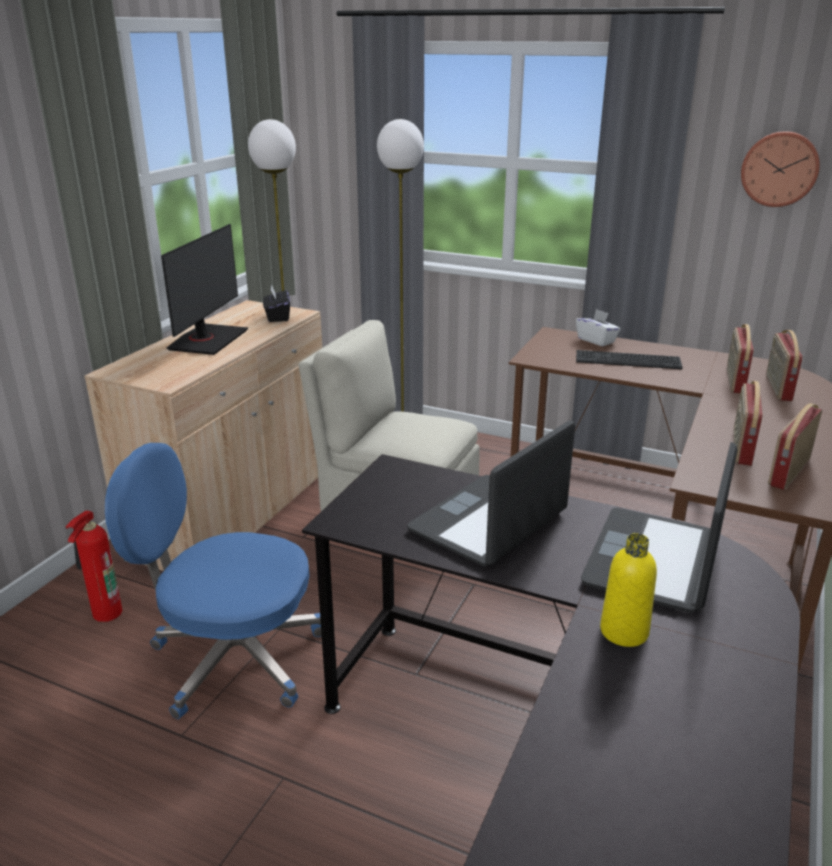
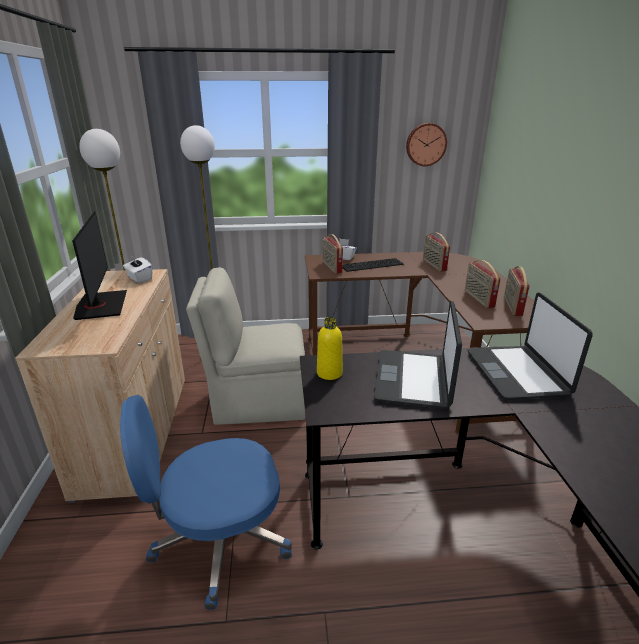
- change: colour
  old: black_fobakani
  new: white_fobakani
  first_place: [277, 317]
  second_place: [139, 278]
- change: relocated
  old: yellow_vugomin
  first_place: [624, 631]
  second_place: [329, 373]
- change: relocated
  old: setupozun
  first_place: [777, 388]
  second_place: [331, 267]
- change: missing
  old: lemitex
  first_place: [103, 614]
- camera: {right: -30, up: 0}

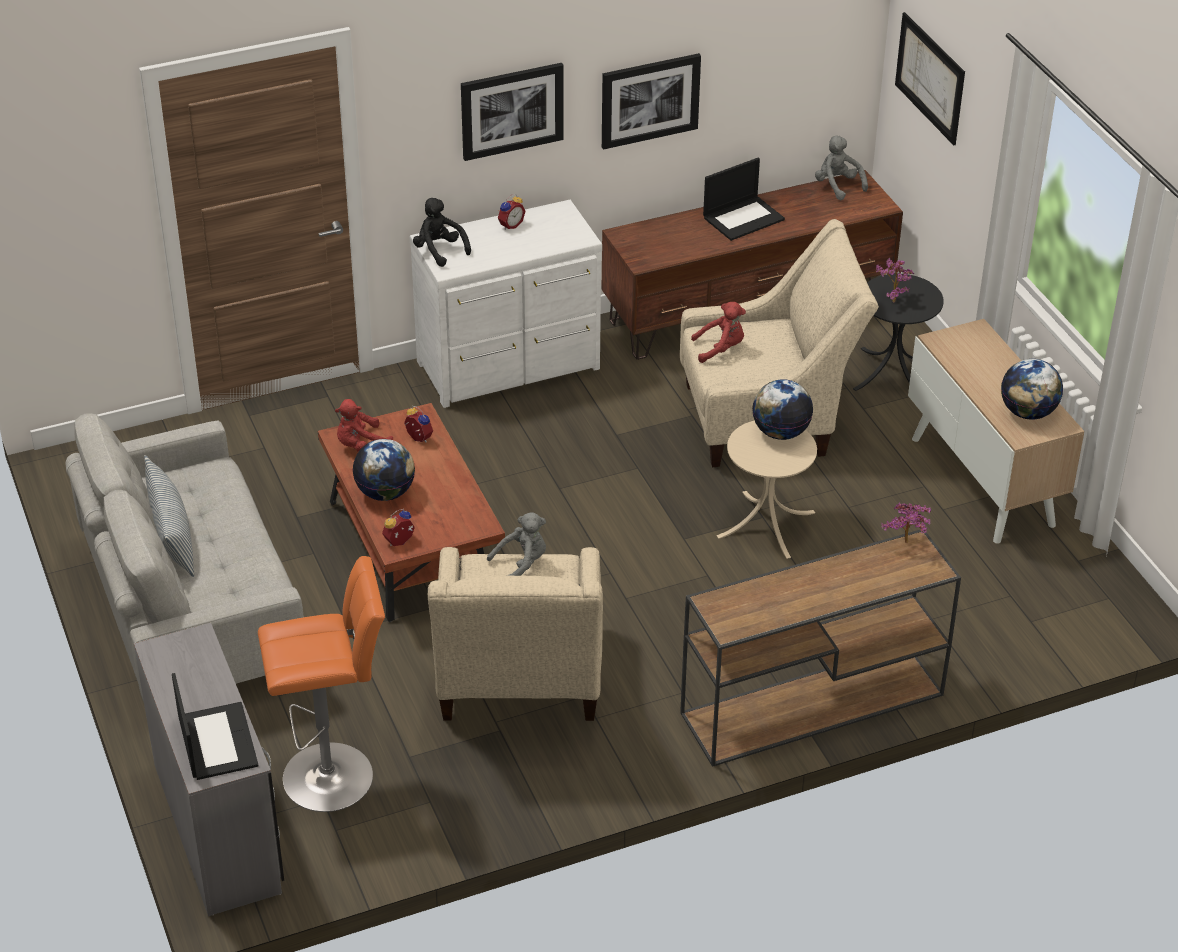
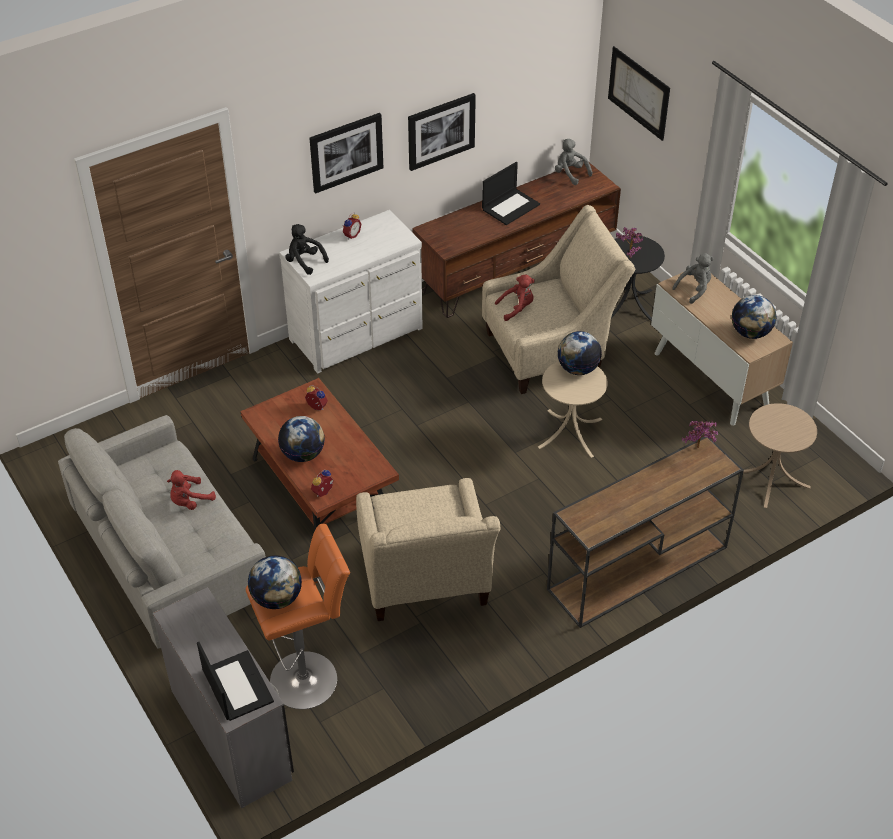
- change: relocated
  old: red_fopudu
  first_place: [361, 445]
  second_place: [190, 501]
- change: appeared
  new: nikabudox
  second_place: [277, 598]
- change: relocated
  old: grey_fopudu
  first_place: [521, 564]
  second_place: [694, 289]
- change: appeared
  new: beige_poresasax
  second_place: [770, 479]
- change: missing
  old: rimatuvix
  first_place: [172, 537]
- camera: {right: -10, up: 5}

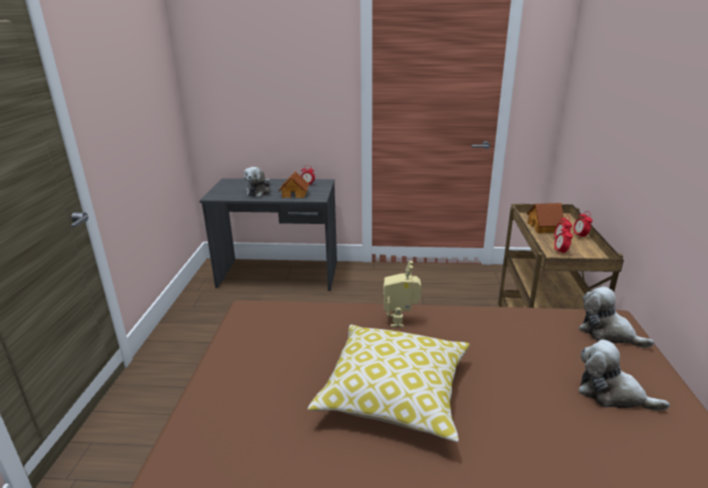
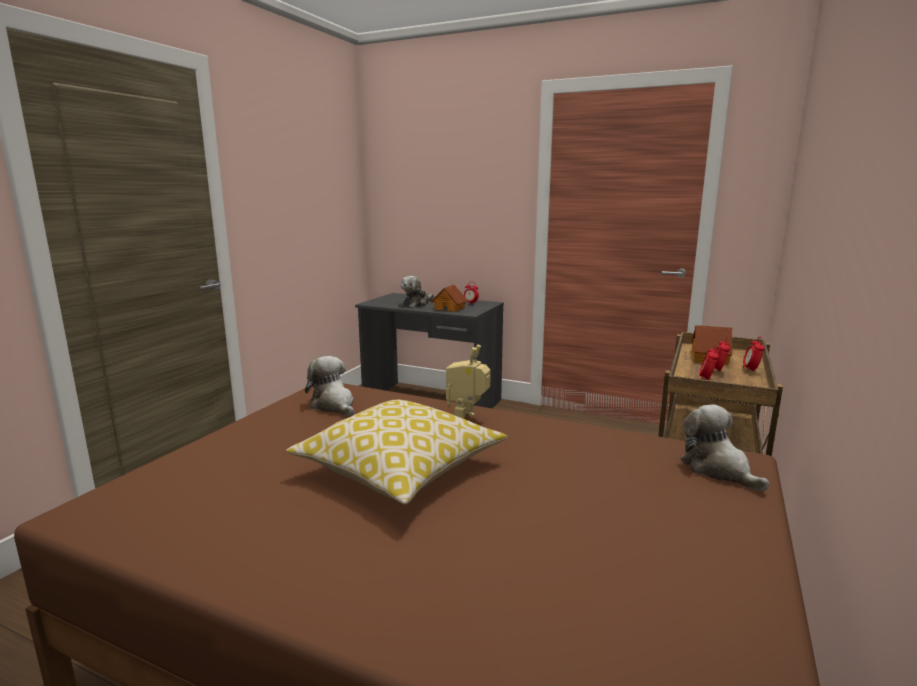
- change: relocated
  old: fopudu
  first_place: [612, 394]
  second_place: [334, 405]
- camera: {right: 20, up: -10}

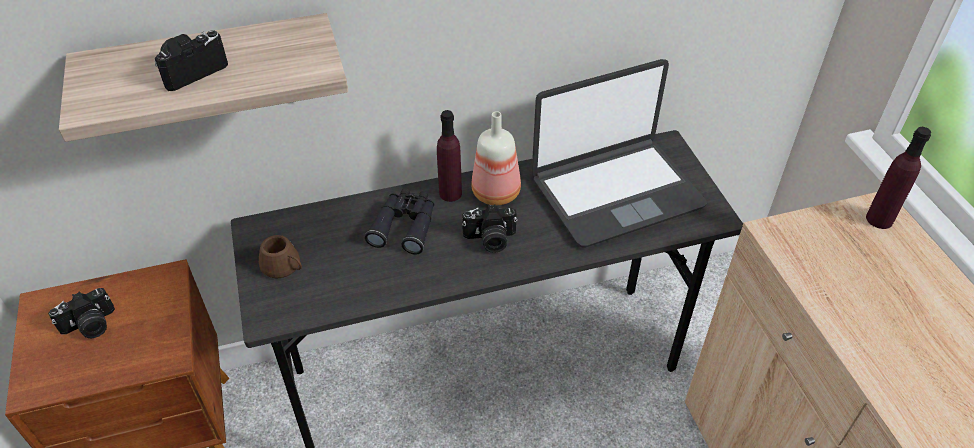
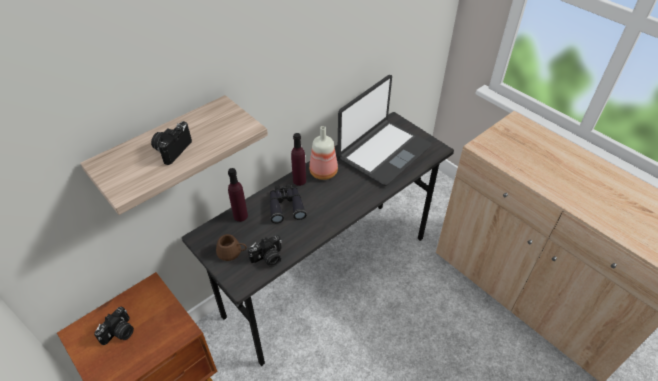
- change: relocated
  old: purple_vugomin
  first_place: [879, 219]
  second_place: [240, 216]
- change: relocated
  old: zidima
  first_place: [490, 240]
  second_place: [268, 258]
- camera: {right: -25, up: 0}

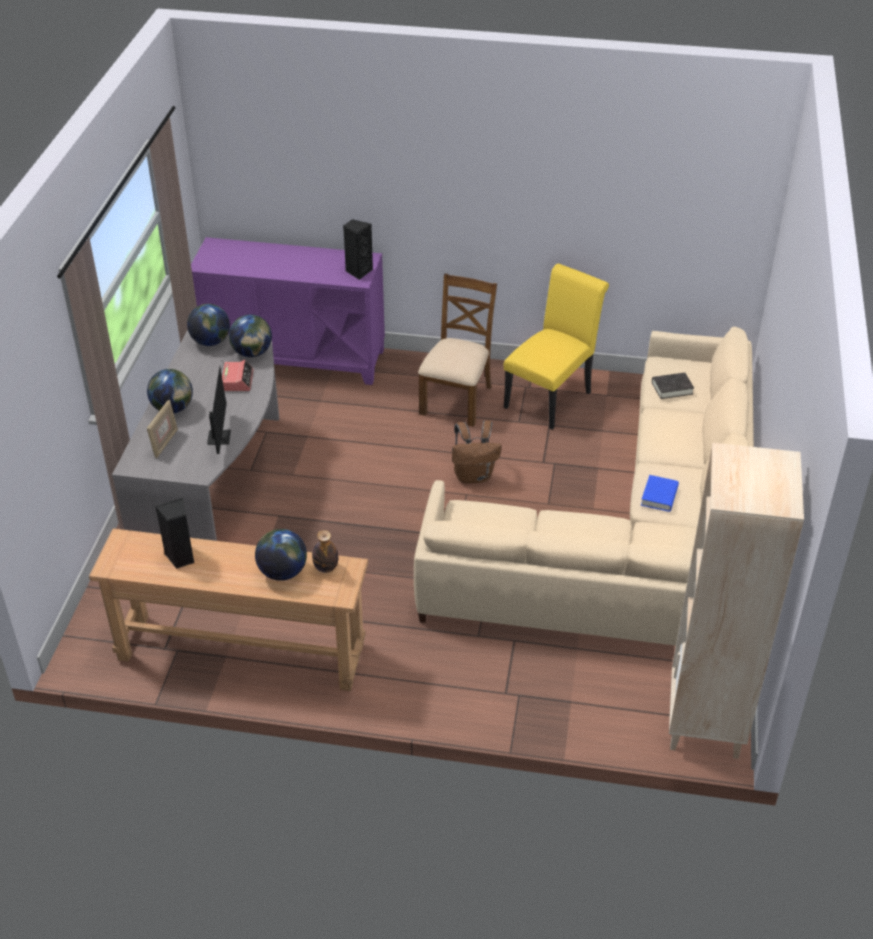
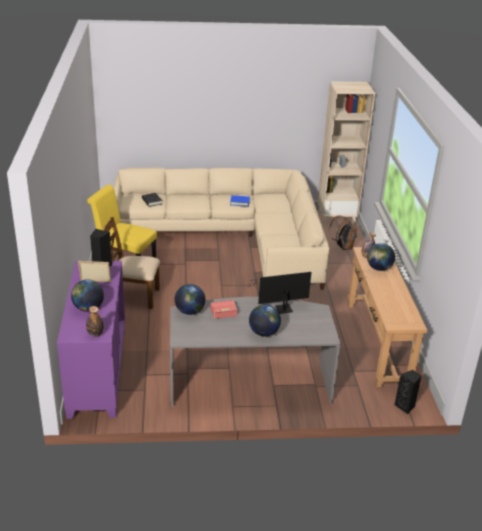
- change: relocated
  old: nikabudox
  first_place: [211, 341]
  second_place: [88, 308]
- change: relocated
  old: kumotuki
  first_place: [165, 443]
  second_place: [95, 282]
- change: appeared
  new: vugomin
  second_place: [95, 334]
- change: relocated
  old: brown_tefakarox
  first_place: [474, 476]
  second_place: [342, 247]
- change: relocated
  old: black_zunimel
  first_place: [181, 557]
  second_place: [405, 406]
- camera: {right: -105, up: -10}

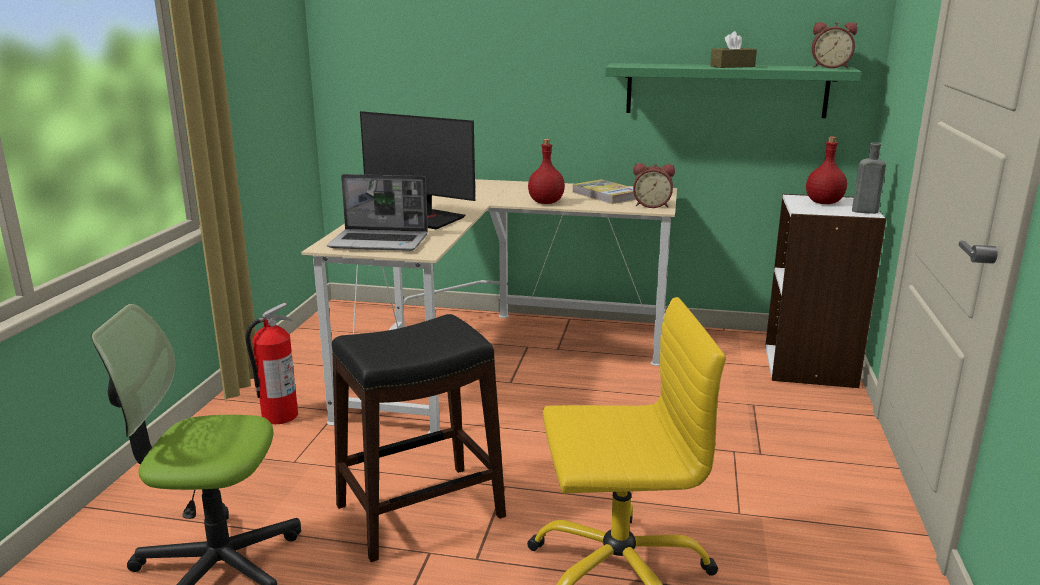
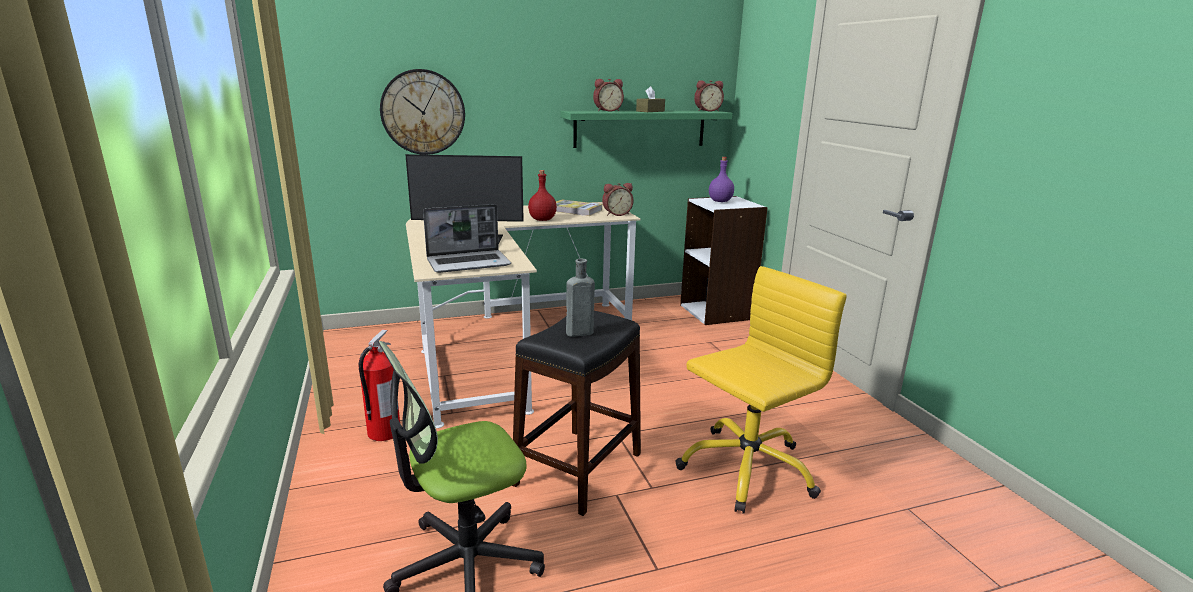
- change: appeared
  new: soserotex
  second_place: [423, 112]
- change: relocated
  old: grey_vugomin
  first_place: [862, 211]
  second_place: [577, 333]
- change: appeared
  new: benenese
  second_place: [607, 111]
- change: colour
  old: red_vugomin
  new: purple_vugomin
  first_place: [823, 203]
  second_place: [720, 201]
- camera: {right: -30, up: 0}

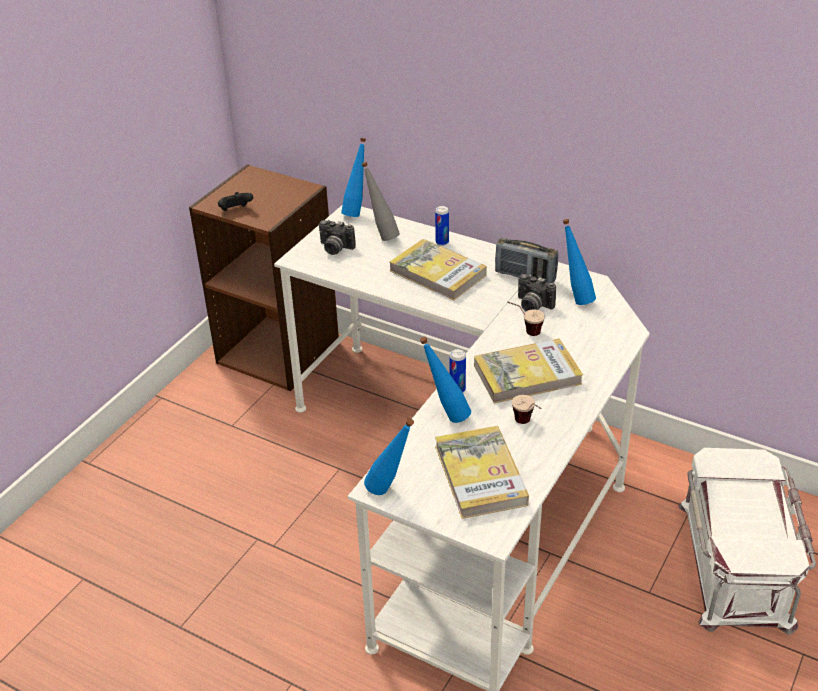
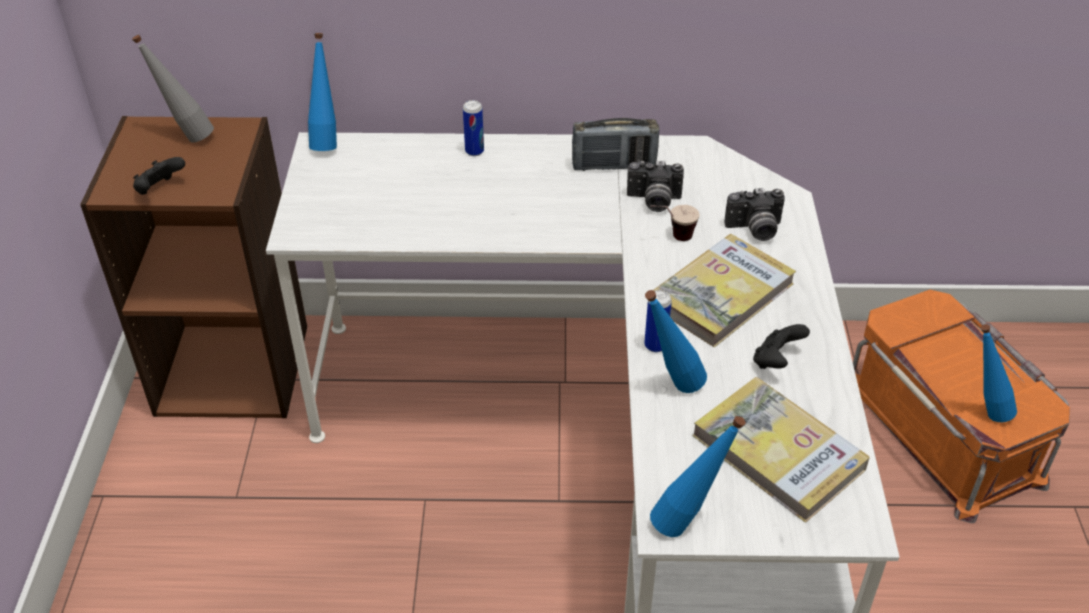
- change: relocated
  old: grey_vugomin
  first_place: [381, 236]
  second_place: [186, 136]
- change: relocated
  old: zidima
  first_place: [335, 248]
  second_place: [754, 230]
- change: exchanged
  old: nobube
  new: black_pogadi
  first_place: [527, 424]
  second_place: [776, 361]
- change: colour
  old: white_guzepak
  new: orange_guzepak
  first_place: [737, 563]
  second_place: [943, 430]
- change: relocated
  old: blue_vugomin
  first_place: [575, 298]
  second_place: [983, 412]
- change: missing
  old: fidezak
  first_place: [438, 273]
- camera: {right: -30, up: 5}

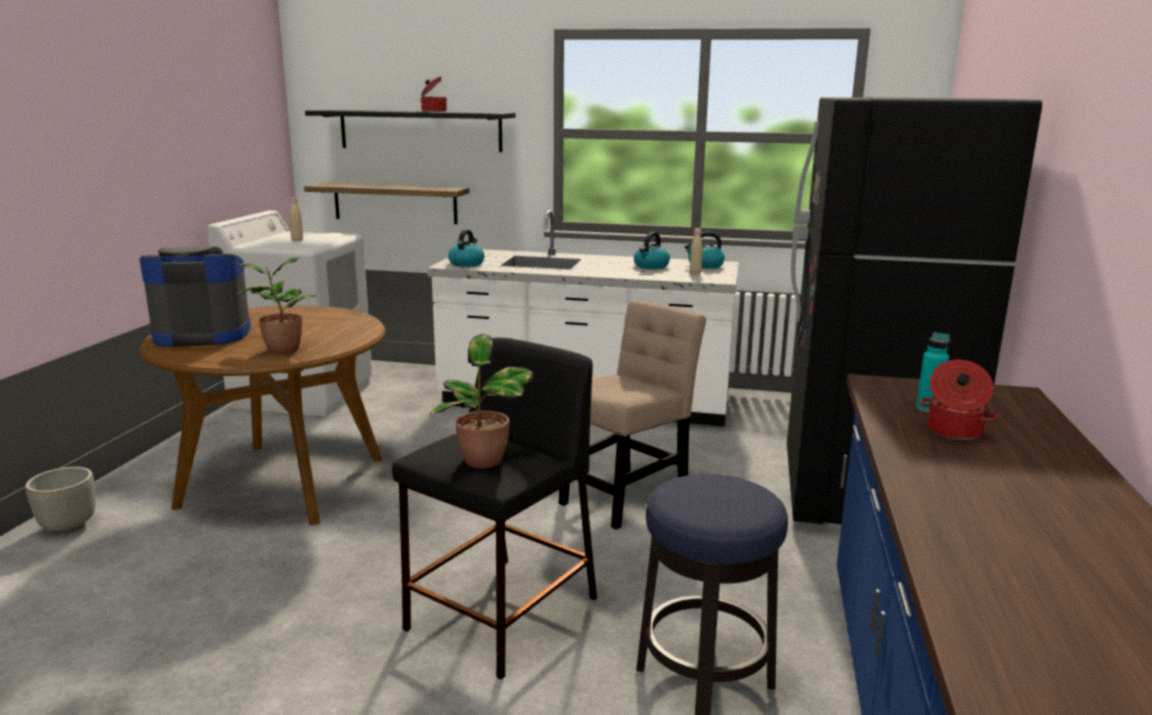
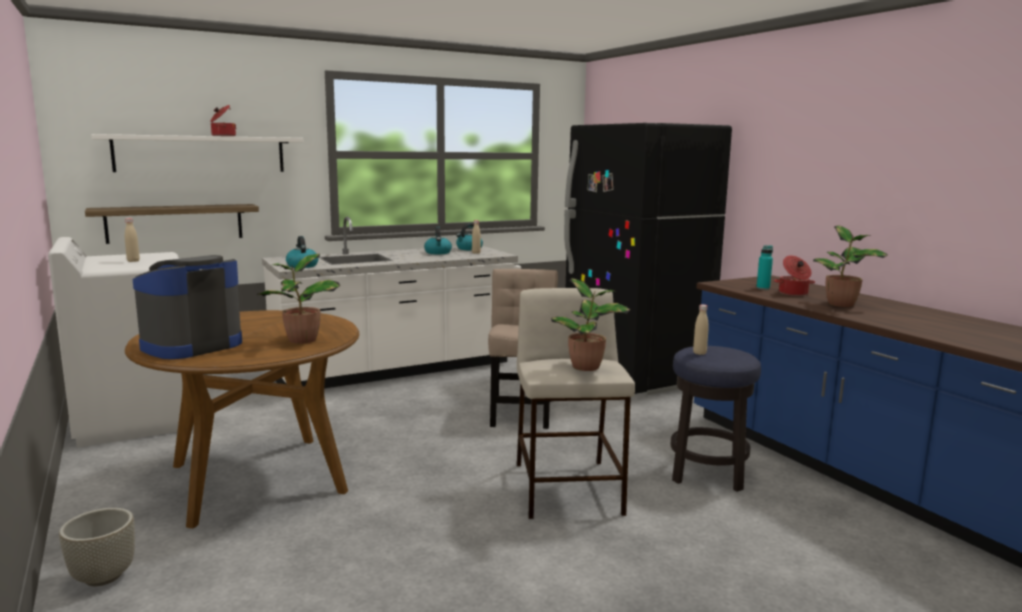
- change: colour
  old: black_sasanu
  new: white_sasanu
  first_place: [420, 130]
  second_place: [201, 154]
- change: colour
  old: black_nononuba
  new: beige_nononuba
  first_place: [502, 614]
  second_place: [568, 489]
- change: appeared
  new: beige_vugomin
  second_place: [699, 353]
- change: appeared
  new: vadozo
  second_place: [842, 304]
- camera: {right: -40, up: -5}

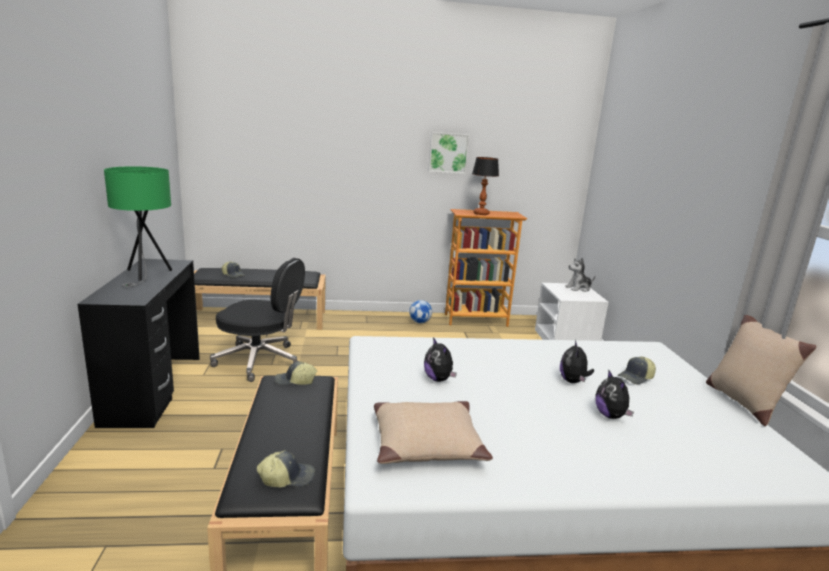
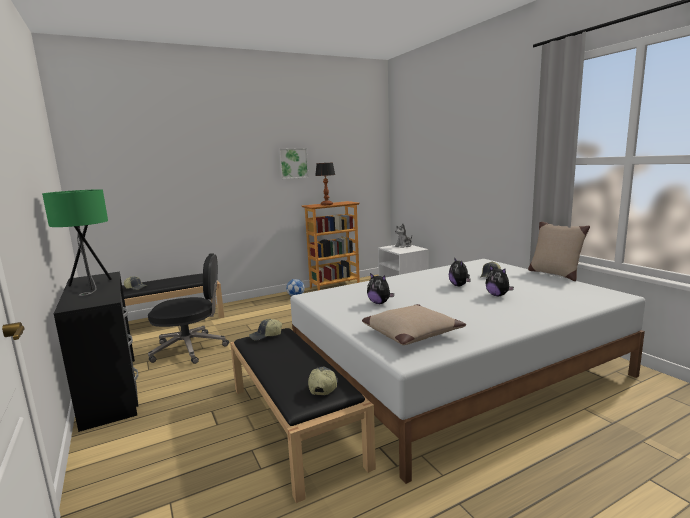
- change: spun
  old: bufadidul
  first_place: [287, 477]
  second_place: [323, 386]
  degrees: -45
- camera: {right: -20, up: -5}

